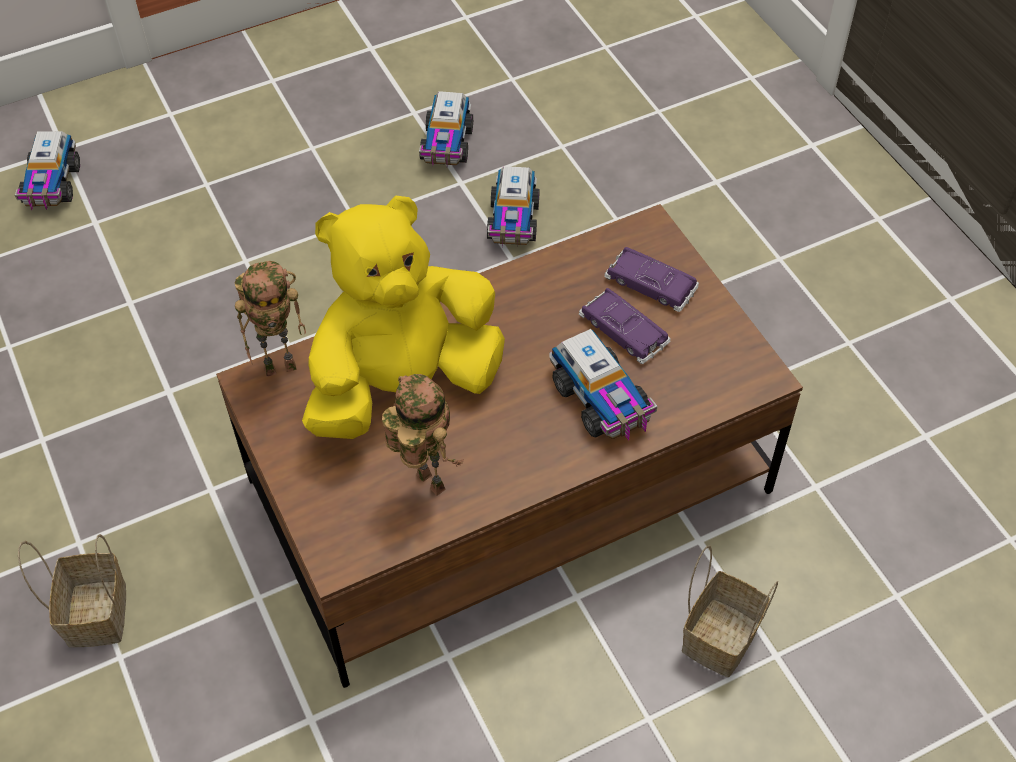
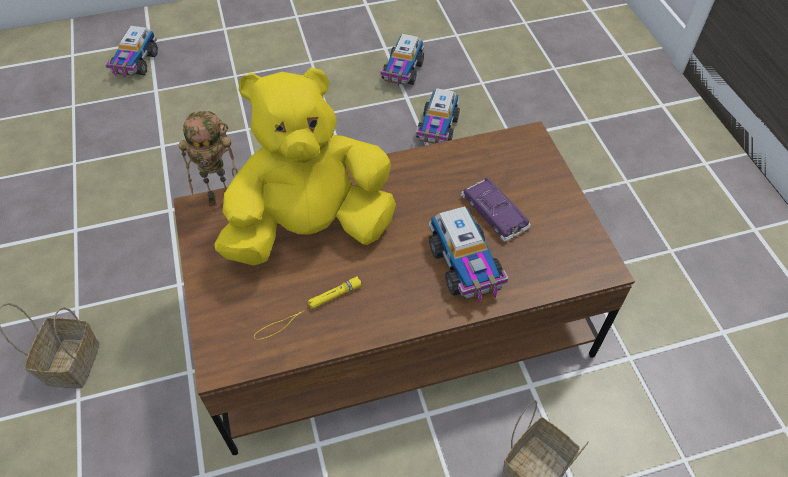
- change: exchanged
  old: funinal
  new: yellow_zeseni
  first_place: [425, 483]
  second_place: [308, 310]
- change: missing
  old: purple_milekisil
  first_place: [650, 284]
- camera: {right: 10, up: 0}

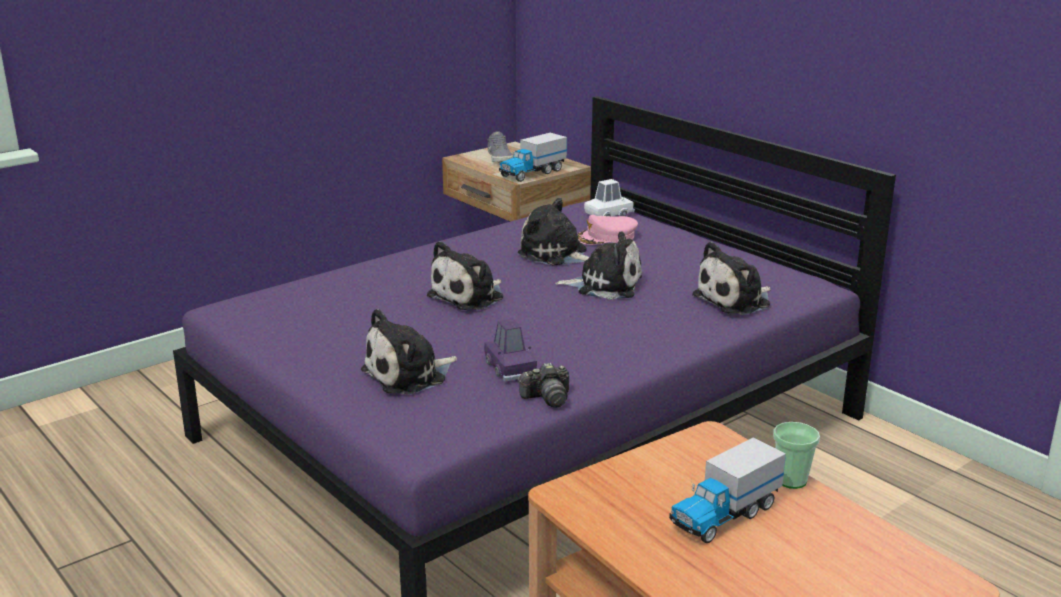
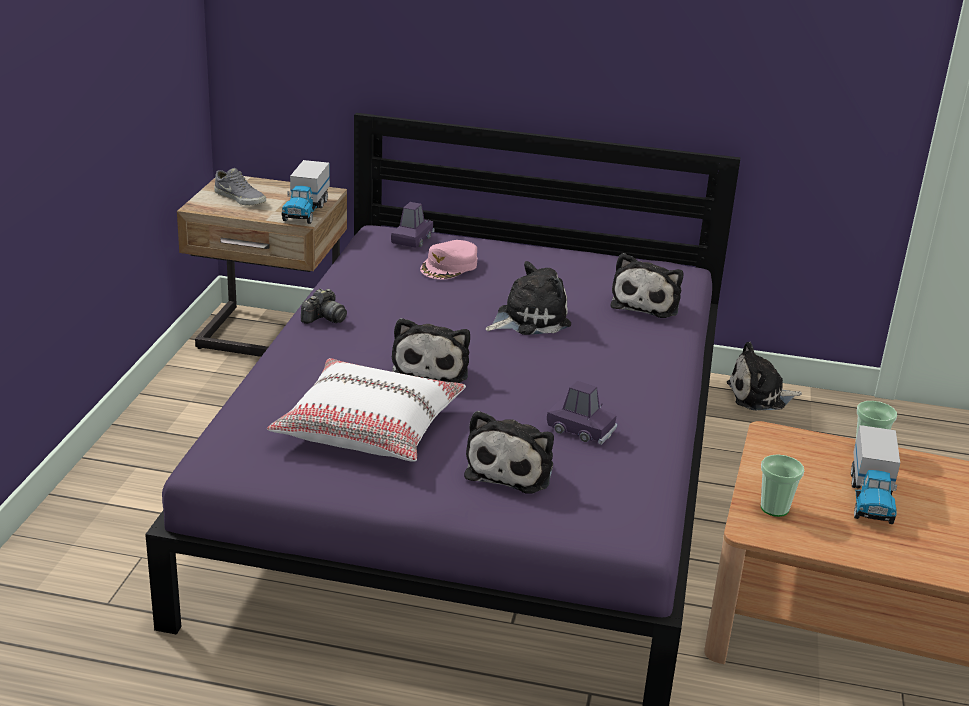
- change: appeared
  new: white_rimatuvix
  second_place: [369, 427]
- change: relocated
  old: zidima
  first_place: [547, 398]
  second_place: [324, 318]
- change: colour
  old: white_milekisil
  new: purple_milekisil
  first_place: [609, 214]
  second_place: [412, 239]
- change: relocated
  old: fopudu
  first_place: [556, 254]
  second_place: [760, 396]
- change: appeared
  new: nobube
  second_place: [774, 508]
- camera: {right: -40, up: 5}

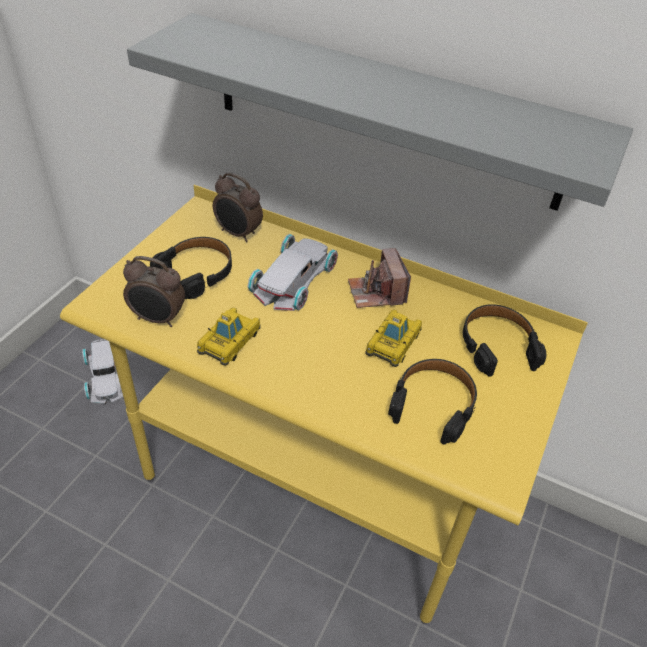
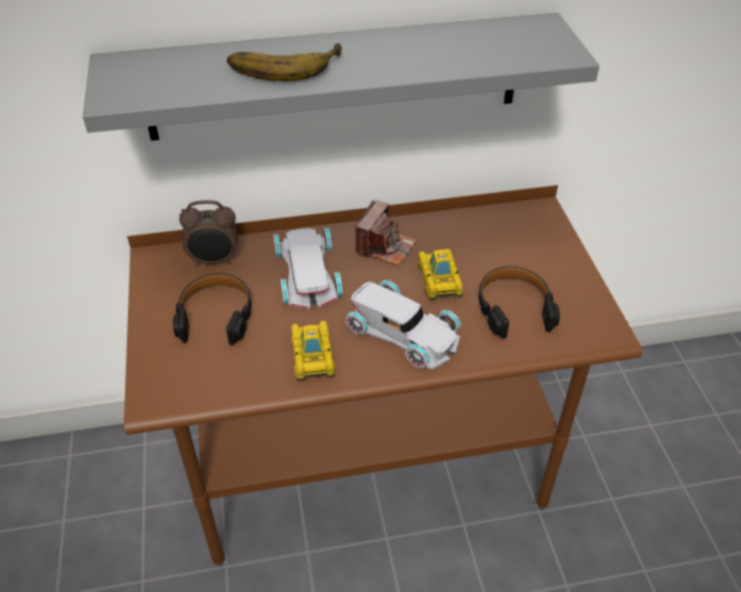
- change: colour
  old: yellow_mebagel
  new: brown_mebagel
  first_place: [313, 487]
  second_place: [370, 468]
- change: appeared
  new: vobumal
  second_place: [283, 64]
- change: relocated
  old: white_milekisil
  first_place: [105, 376]
  second_place: [403, 333]
- change: spun
  old: zidima
  first_place: [376, 293]
  second_place: [385, 247]
  degrees: -105
- change: missing
  old: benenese
  first_place: [158, 319]
- change: missing
  old: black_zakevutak
  first_place: [497, 346]
- camera: {right: -35, up: 0}

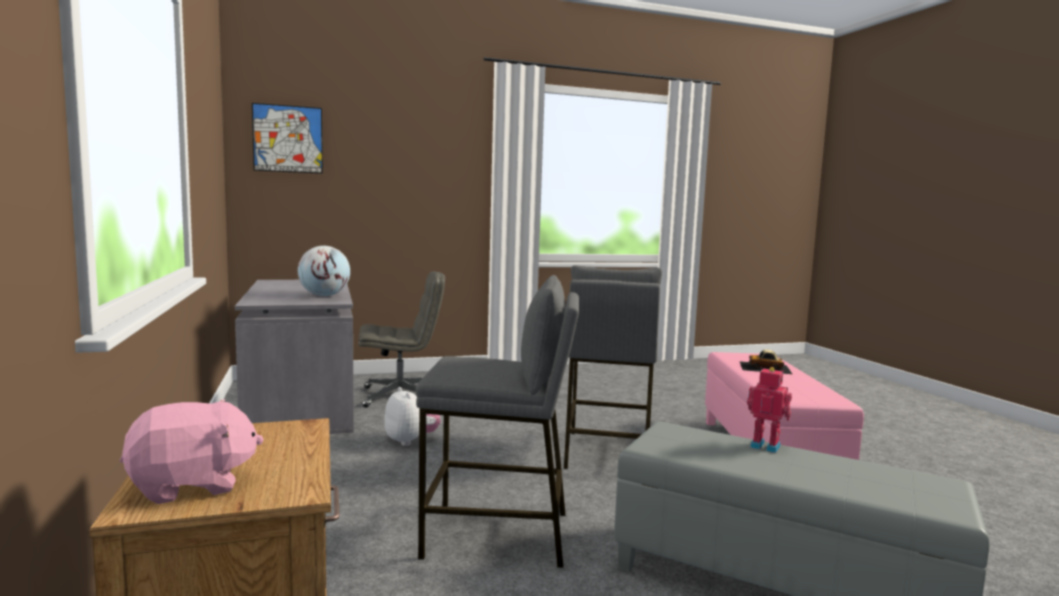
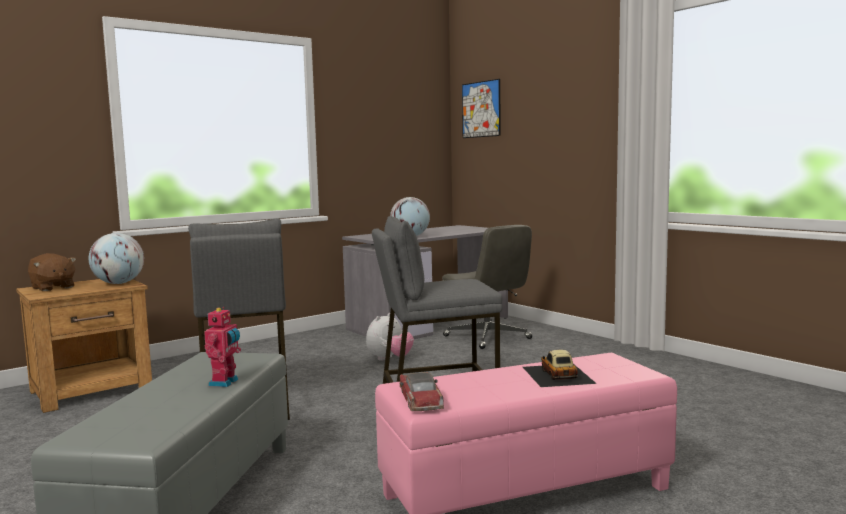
- change: colour
  old: pink_fopudu
  new: brown_fopudu
  first_place: [192, 485]
  second_place: [52, 288]
- change: appeared
  new: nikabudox
  second_place: [119, 283]
- change: appeared
  new: milekisil
  second_place: [420, 400]
- camera: {right: 70, up: 0}

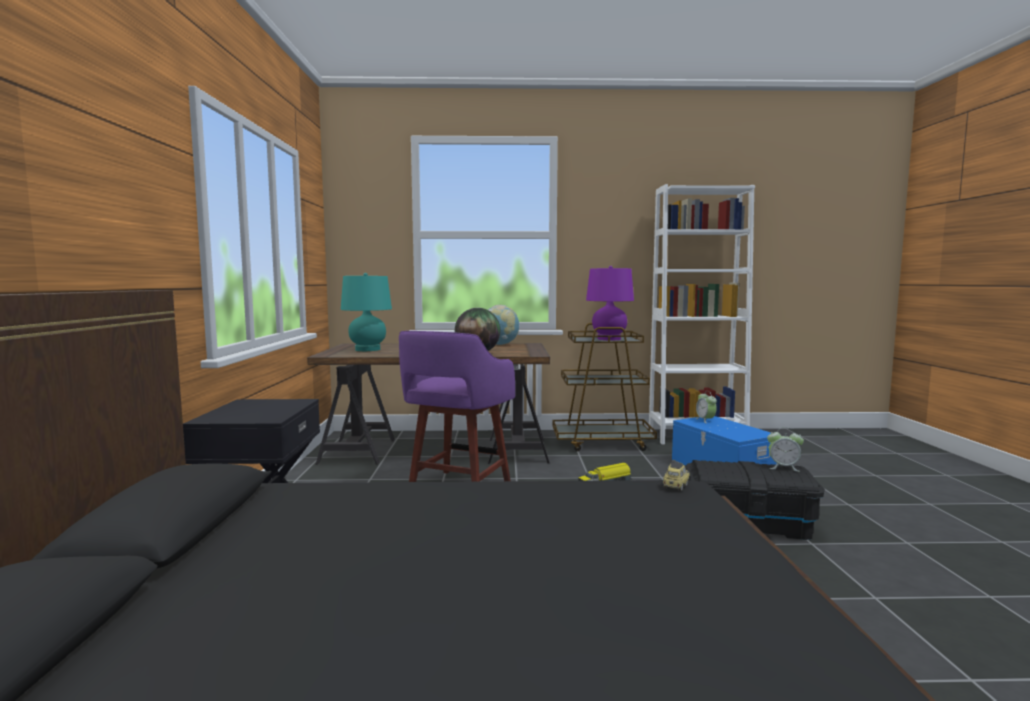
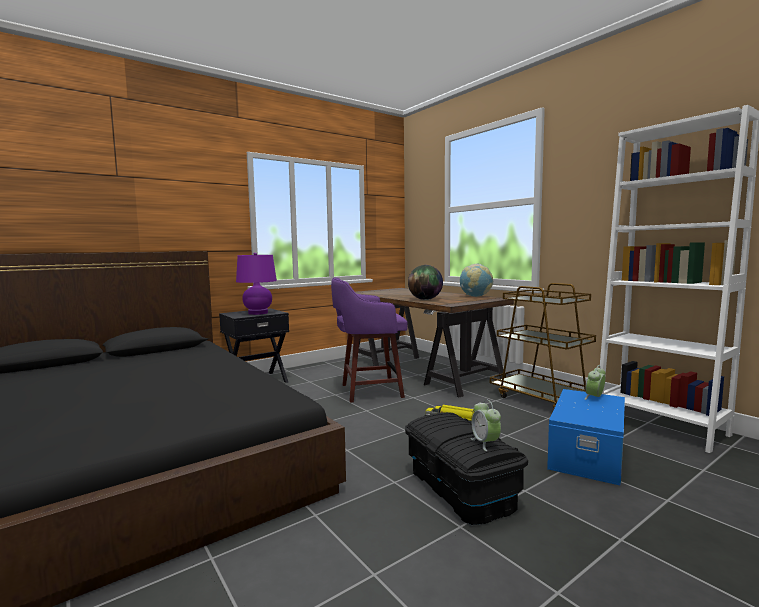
- change: relocated
  old: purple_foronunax
  first_place: [609, 339]
  second_place: [258, 313]
- change: missing
  old: turquoise_foronunax
  first_place: [367, 349]
- change: missing
  old: milekisil
  first_place: [675, 486]
- camera: {right: 55, up: 0}

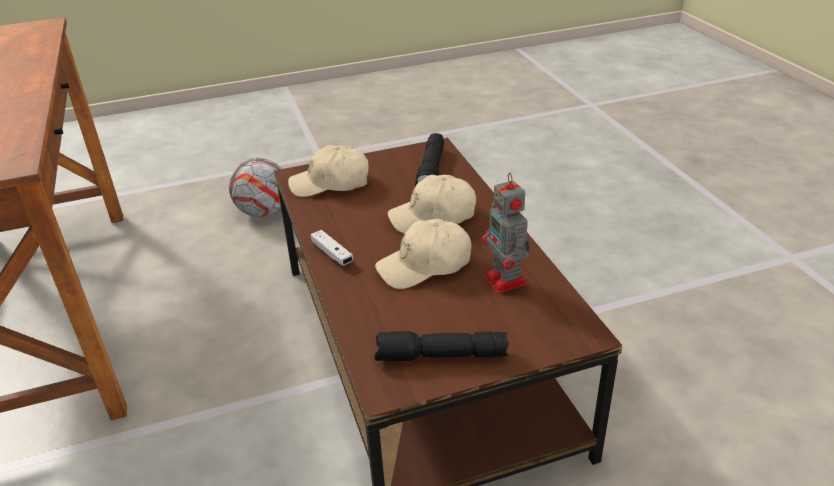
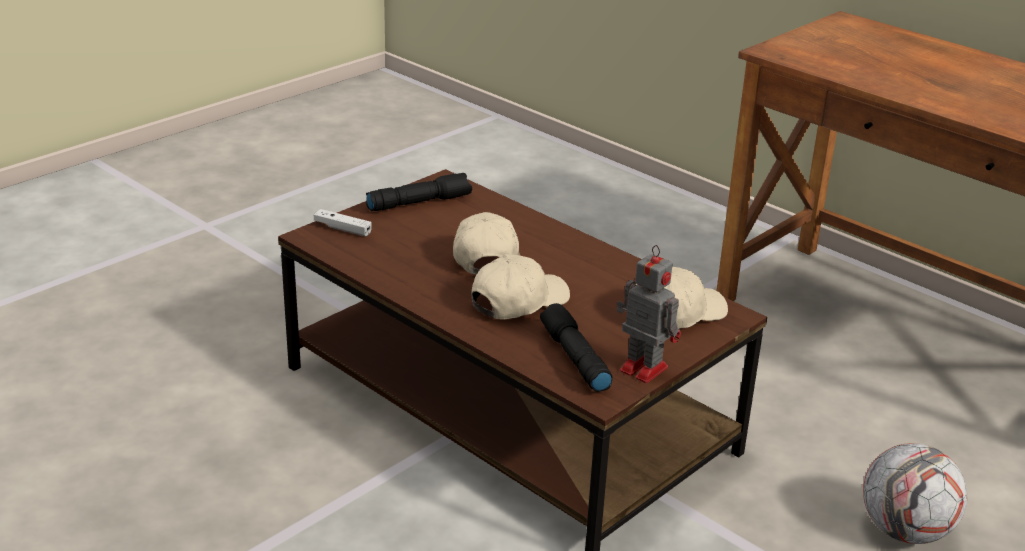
- change: relocated
  old: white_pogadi
  first_place: [332, 254]
  second_place: [342, 229]
- change: spun
  old: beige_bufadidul
  first_place: [425, 265]
  second_place: [484, 255]
  degrees: -45
- change: relocated
  old: funinal
  first_place: [506, 282]
  second_place: [641, 368]
- camera: {right: 150, up: -5}

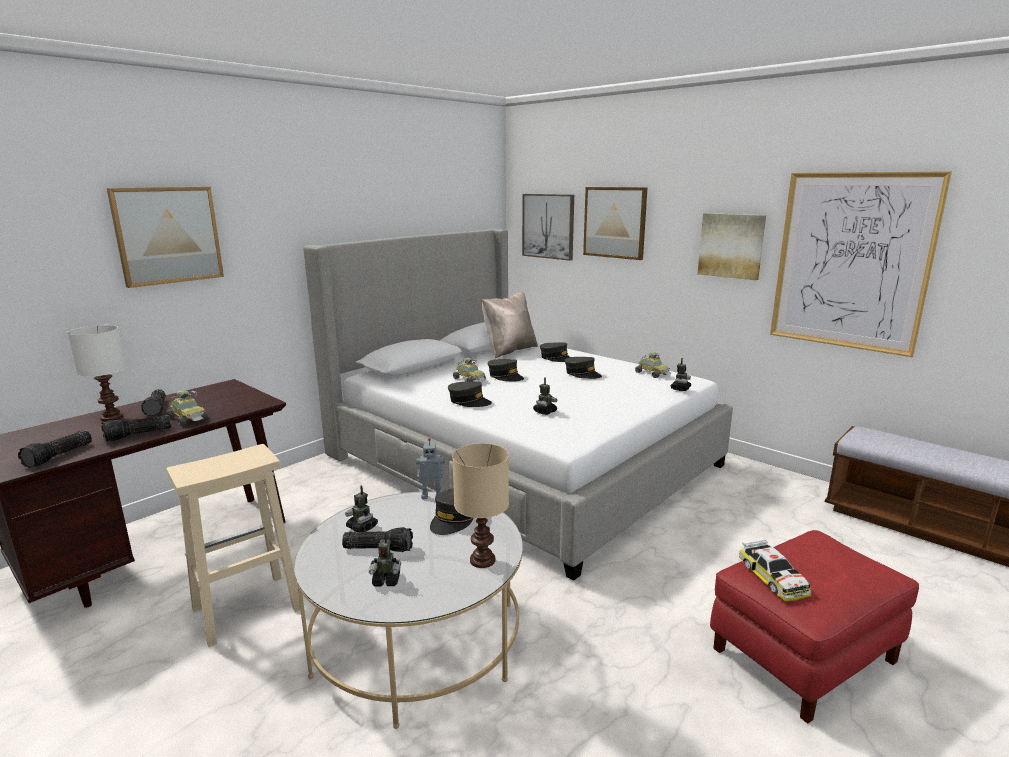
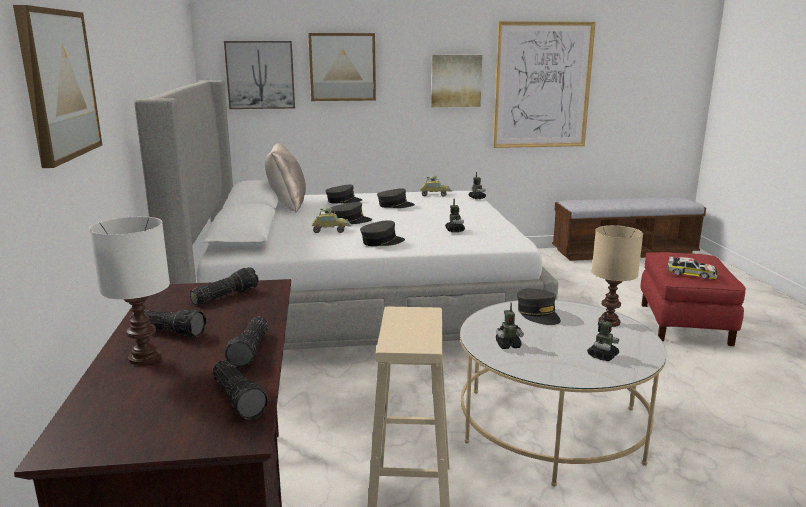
- change: relocated
  old: zeseni
  first_place: [379, 548]
  second_place: [225, 296]
- change: missing
  old: milekisil
  first_place: [188, 418]
- change: missing
  old: funinal
  first_place: [432, 496]
- camera: {right: -50, up: 0}

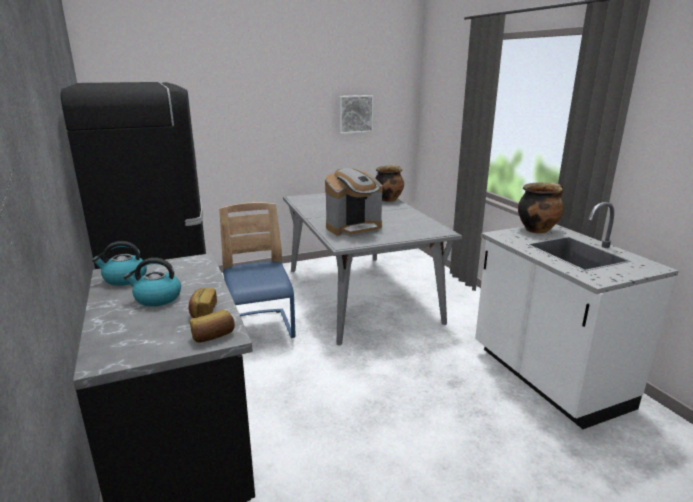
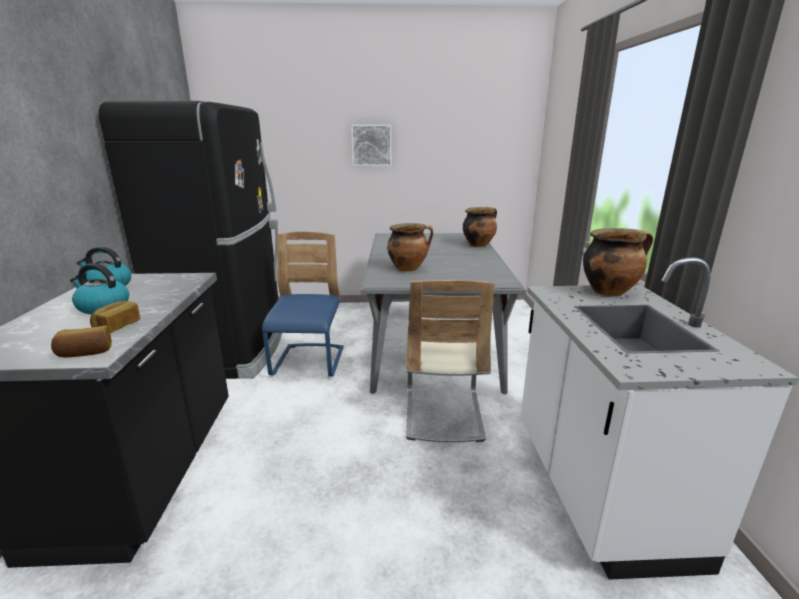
- change: relocated
  old: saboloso
  first_place: [355, 114]
  second_place: [371, 145]
- change: exchanged
  old: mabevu
  new: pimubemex
  first_place: [354, 228]
  second_place: [408, 268]
- change: appeared
  new: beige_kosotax
  second_place: [442, 413]
- camera: {right: 20, up: 0}

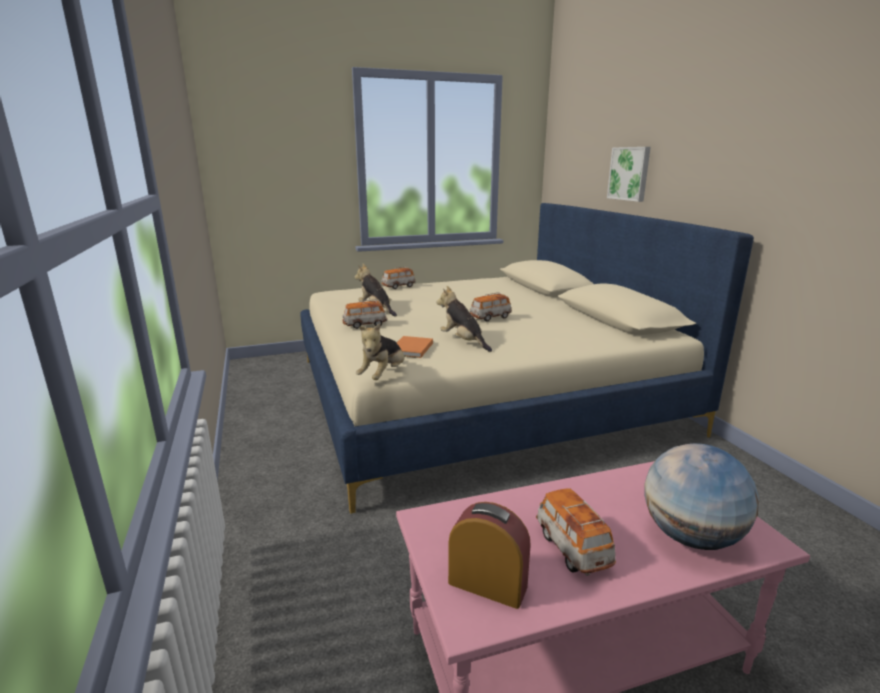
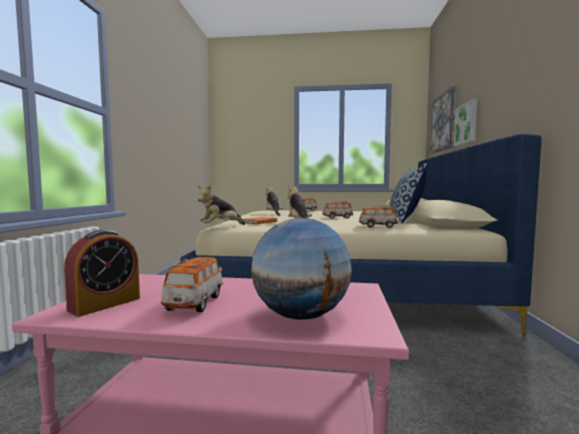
- change: spun
  old: benenese
  first_place: [487, 584]
  second_place: [105, 304]
  degrees: 75
- change: relocated
  old: milekisil
  first_place: [365, 325]
  second_place: [377, 226]
- change: appeared
  new: rimatuvix
  second_place: [405, 220]
- change: appeared
  new: saboloso
  second_place: [443, 122]
- camera: {right: 25, up: -15}

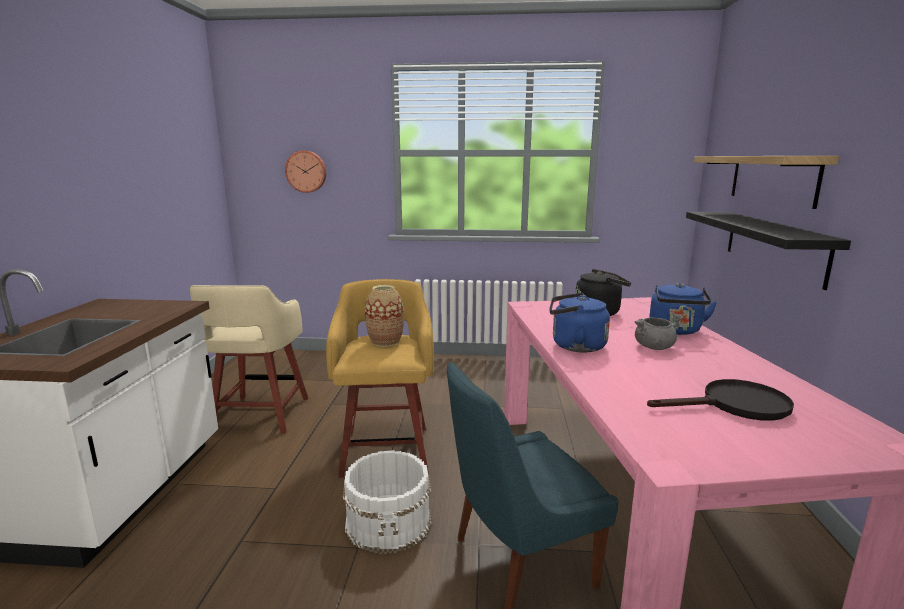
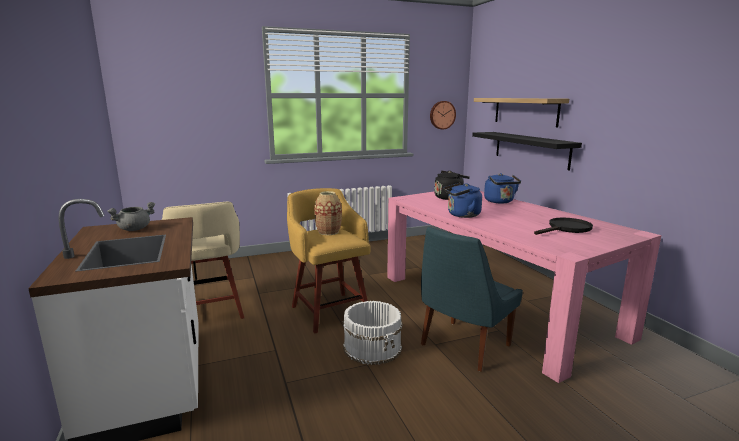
- change: relocated
  old: grey_pimubemex
  first_place: [654, 347]
  second_place: [134, 229]
- change: relocated
  old: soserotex
  first_place: [306, 171]
  second_place: [442, 115]
- camera: {right: -25, up: 0}

